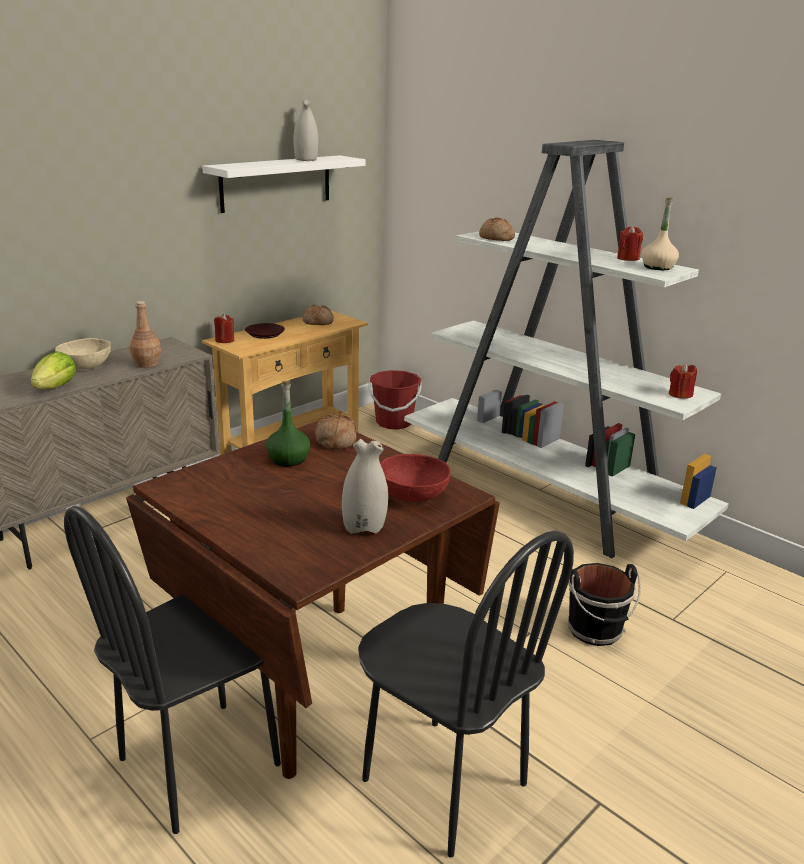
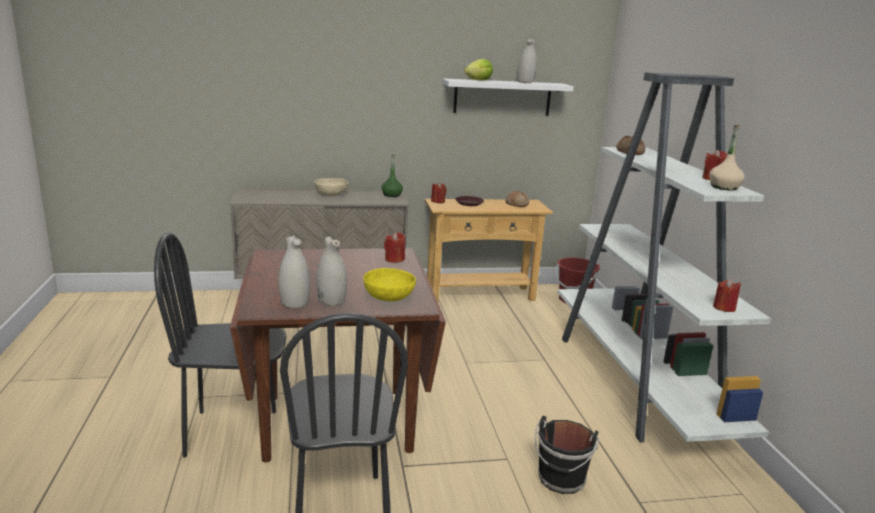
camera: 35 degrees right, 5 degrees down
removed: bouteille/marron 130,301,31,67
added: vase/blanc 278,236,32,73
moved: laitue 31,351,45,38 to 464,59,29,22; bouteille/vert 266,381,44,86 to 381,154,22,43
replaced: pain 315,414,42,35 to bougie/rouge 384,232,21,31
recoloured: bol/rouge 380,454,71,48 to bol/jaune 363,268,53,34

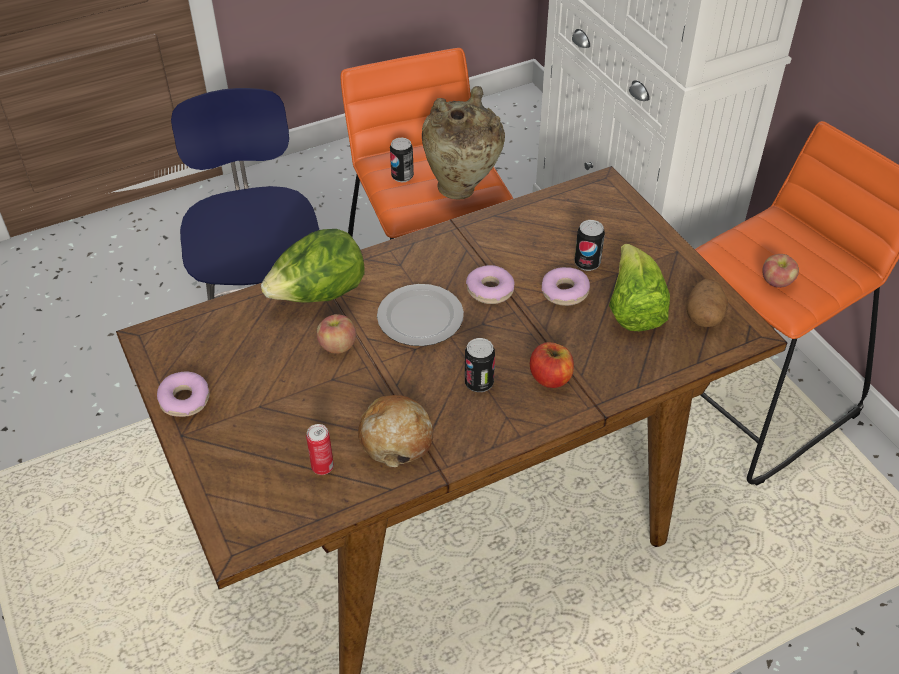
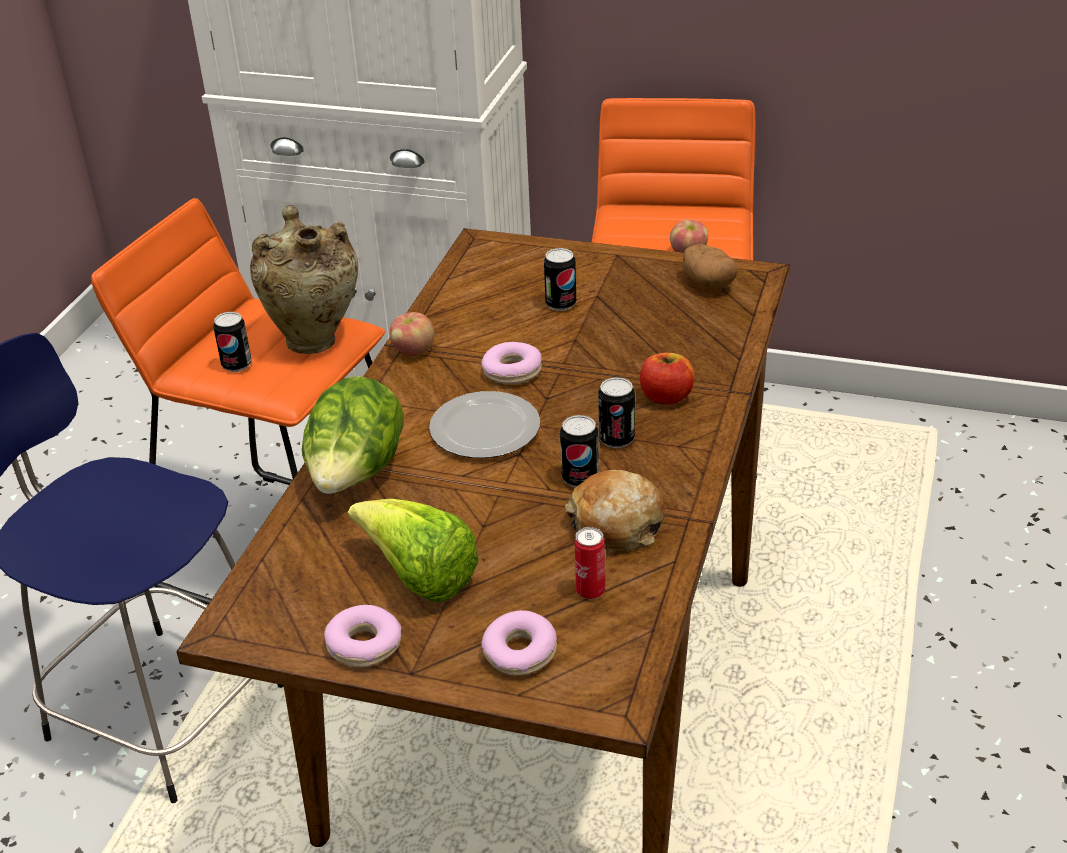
camera: 45 degrees left, 10 degrees down
added: boîte métallique 560,415,39,72
moved: pomme 317,314,39,40 to 389,312,46,45; beignet 541,267,49,39 to 481,610,76,66; laitue 609,244,61,87 to 348,499,131,104

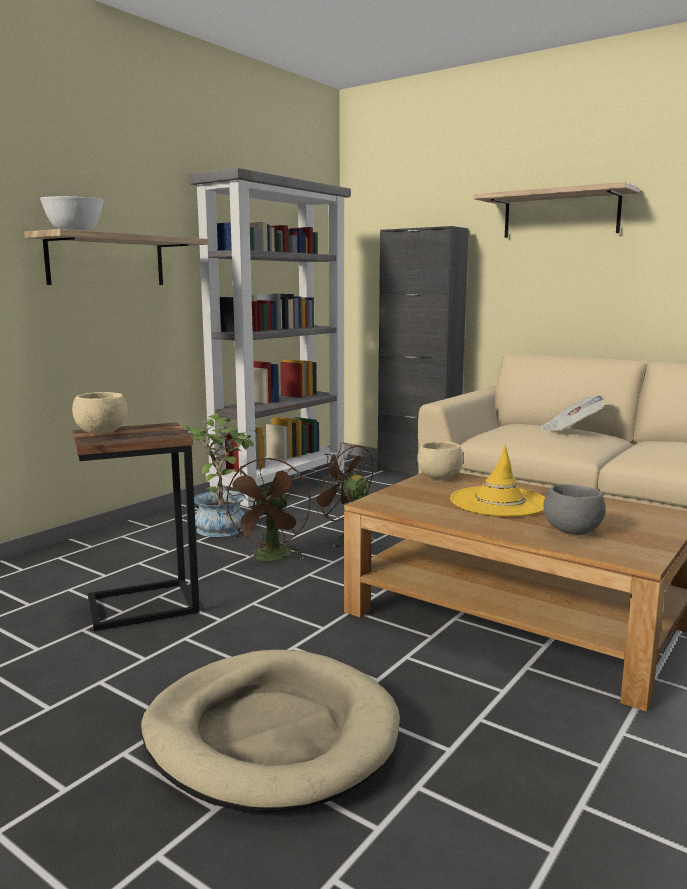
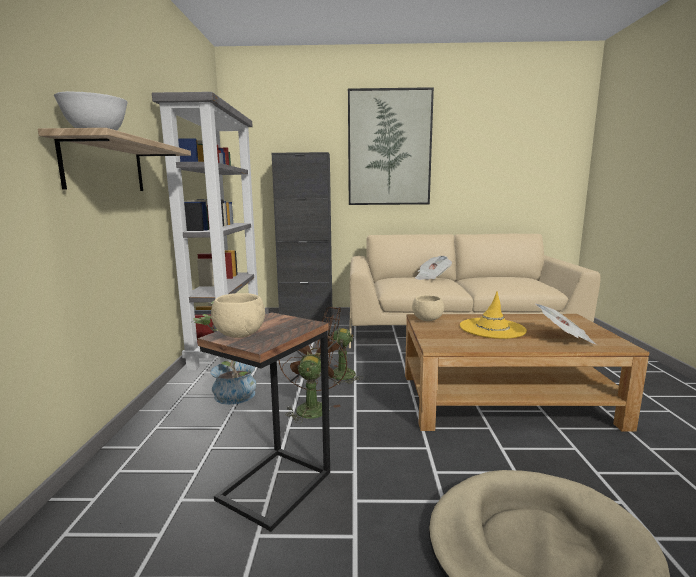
camera: 35 degrees left, 0 degrees up
replaced: étagère 473,182,167,56 to tableau 348,87,86,118; bol/gris 543,484,63,51 to journal 535,303,62,42
turned: ventilateur/marron 223,458,88,103 = 279,332,68,92 150 degrees counterclockwise

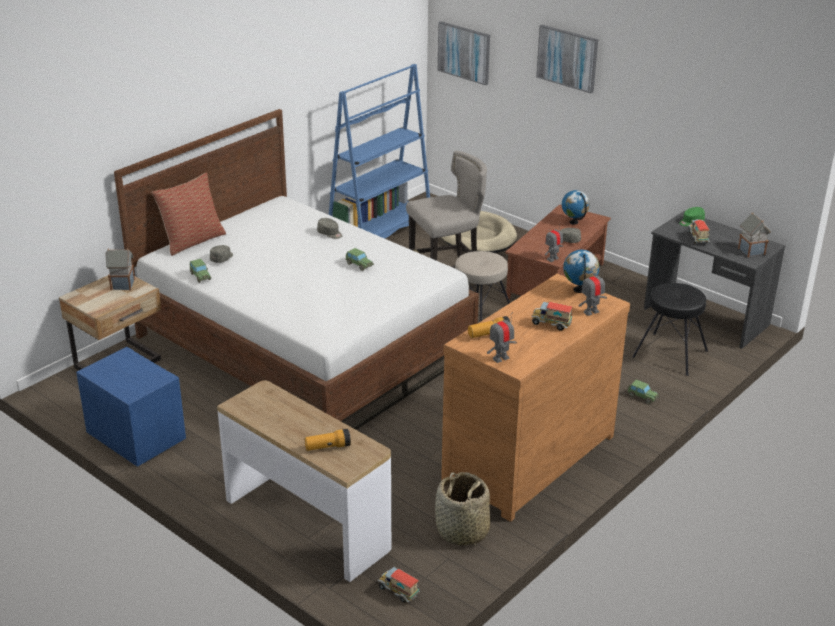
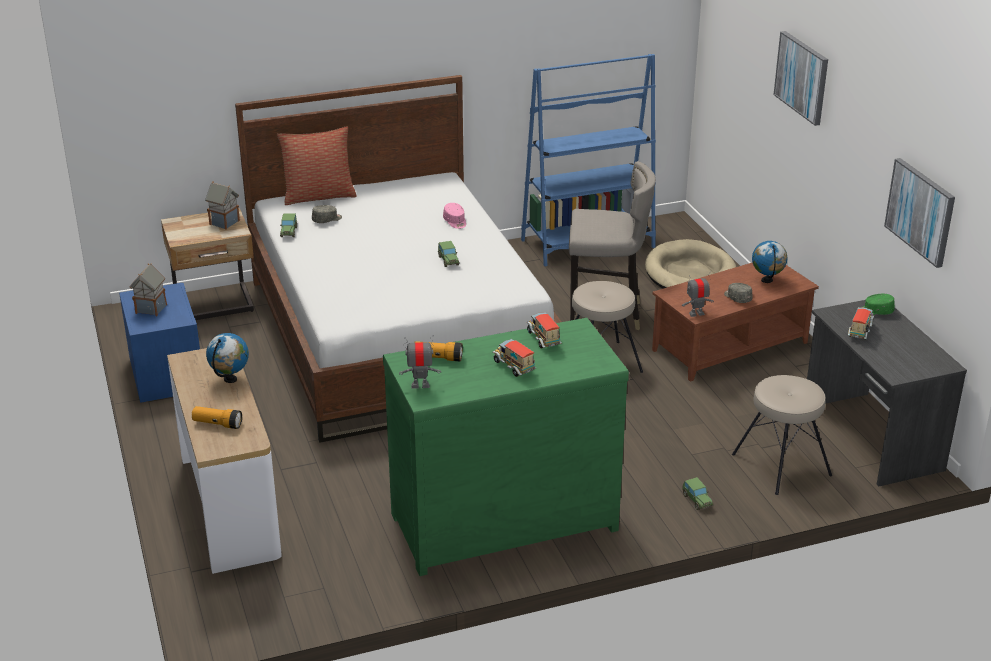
camera: 30 degrees right, 0 degrees up
removed: panier 435,472,55,74; robot jouet 578,268,29,48
moved: camion jouet 377,567,43,36 to 526,312,36,37; tableau 438,21,52,64 to 884,158,71,110; globe 563,250,36,43 to 206,333,43,50; maison miniature 738,212,33,46 to 129,264,38,52
recoloured: casquette/gris 317,218,25,21 to casquette/rose 443,203,23,26; commode/marron 441,274,189,248 to commode/vert 383,318,246,258; tabouret/noir 632,283,76,93 to tabouret/beige 732,375,100,120

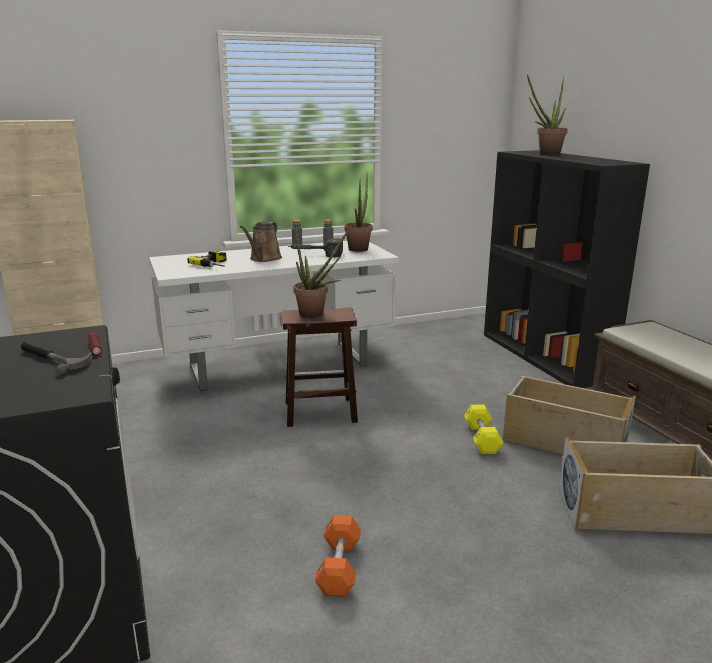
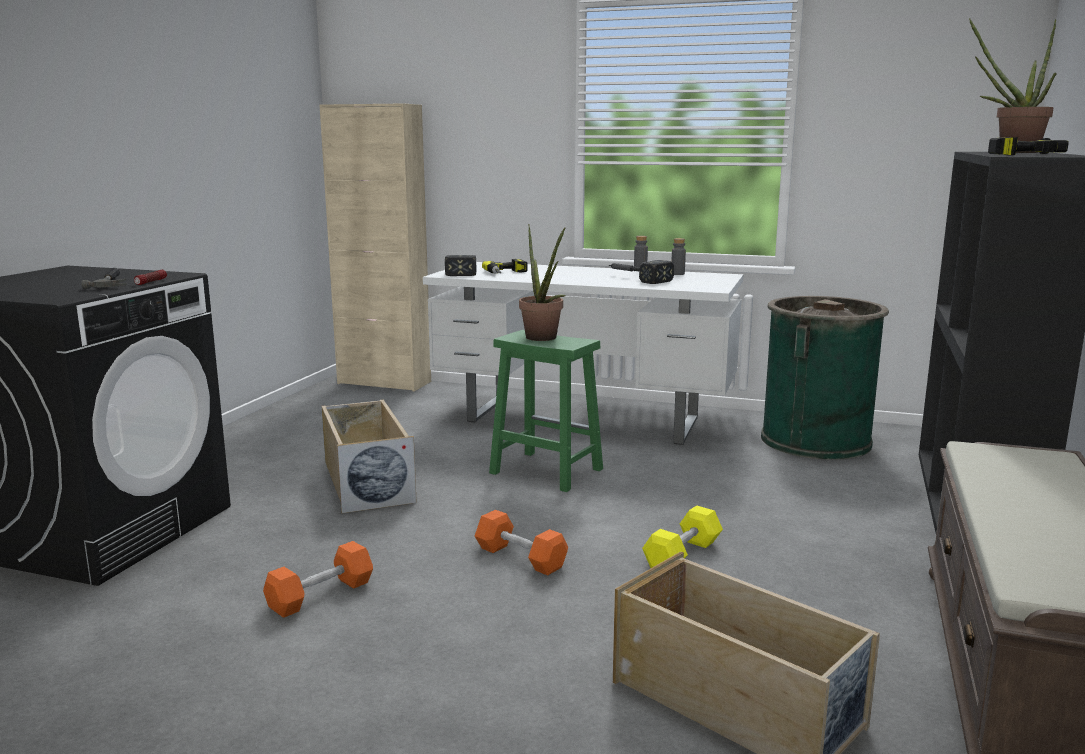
camera: 40 degrees right, 5 degrees down
removed: arrosoir/marron 240,221,42,41; plante en pot 344,171,29,81
added: marteau 445,255,31,21; haltère/orange 475,510,93,65; poubelle/vert 761,296,128,164; perceuse 988,137,81,18
moved: boîte de rangement/beige 503,376,133,79 to 321,400,96,113
recoloured: tabouret/marron 282,308,76,119 to tabouret/vert 489,330,114,162

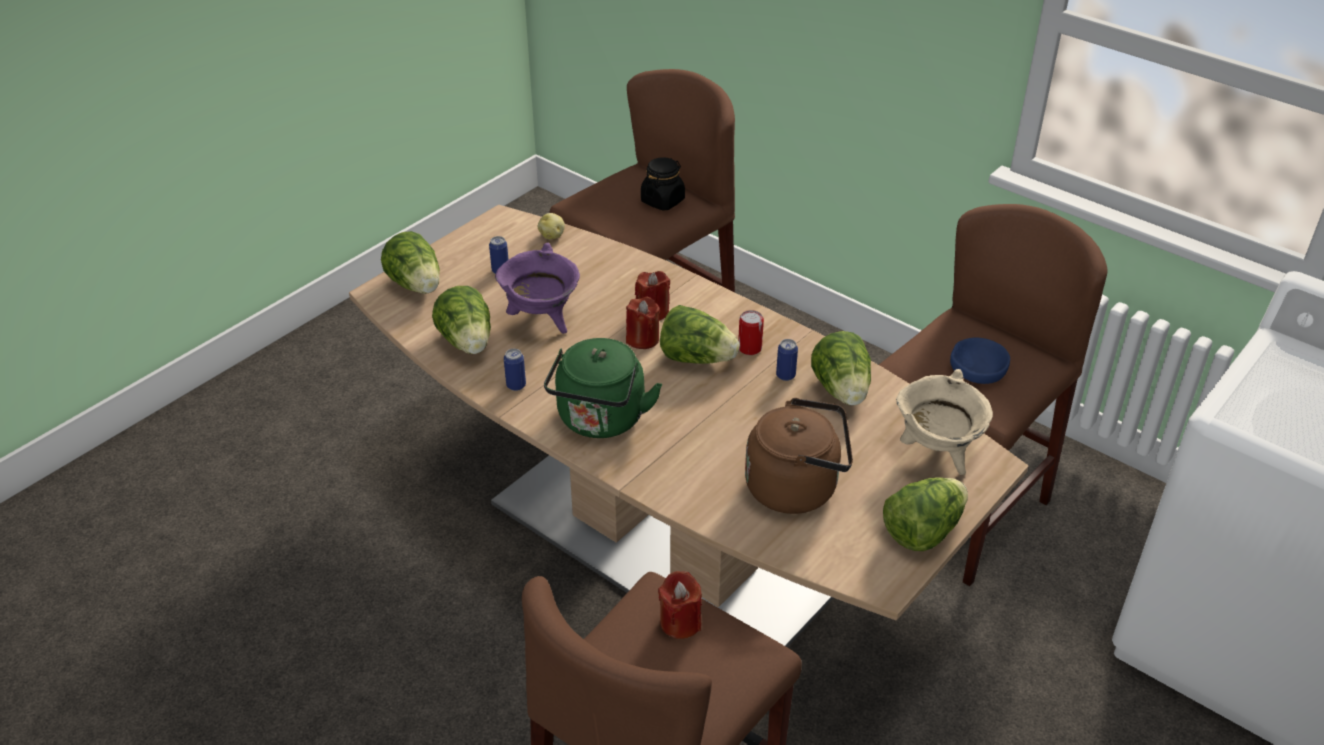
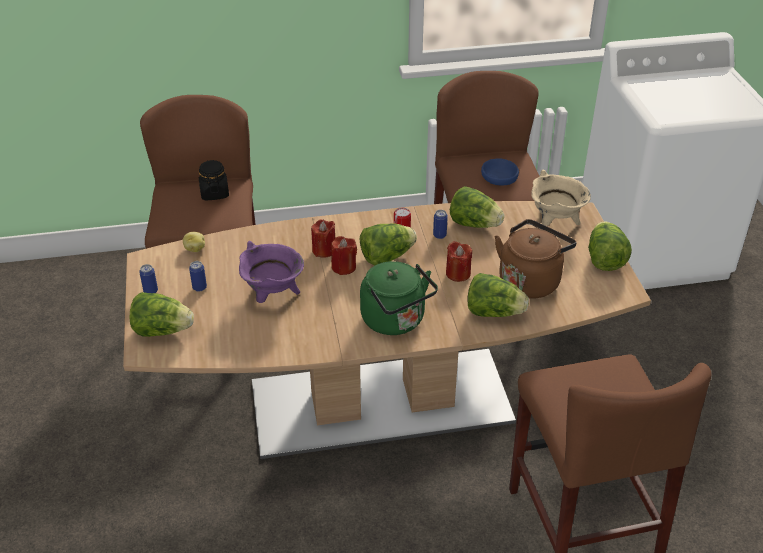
camera: 50 degrees left, 0 degrees up
moved: laitue 432,286,59,68 to 467,273,62,44; boîte métallique 504,349,22,42 to 139,264,19,29; bougie/rouge 658,571,44,68 to 446,241,26,41

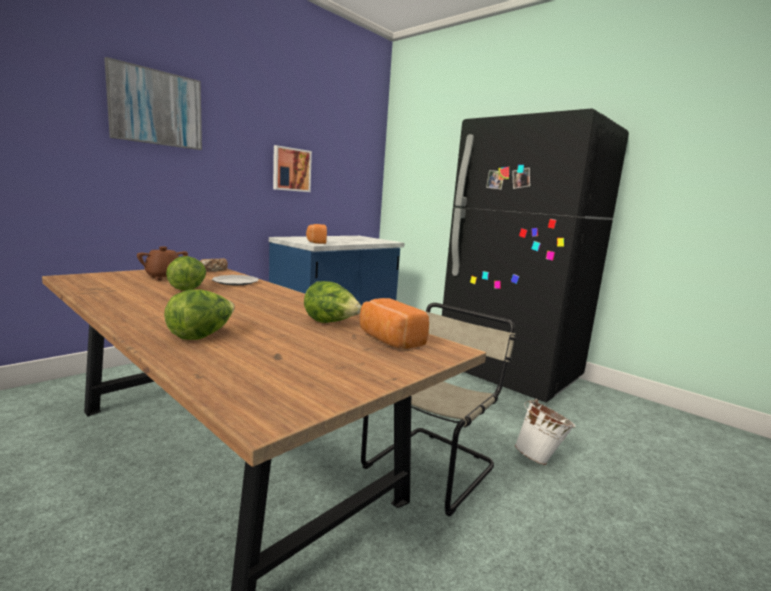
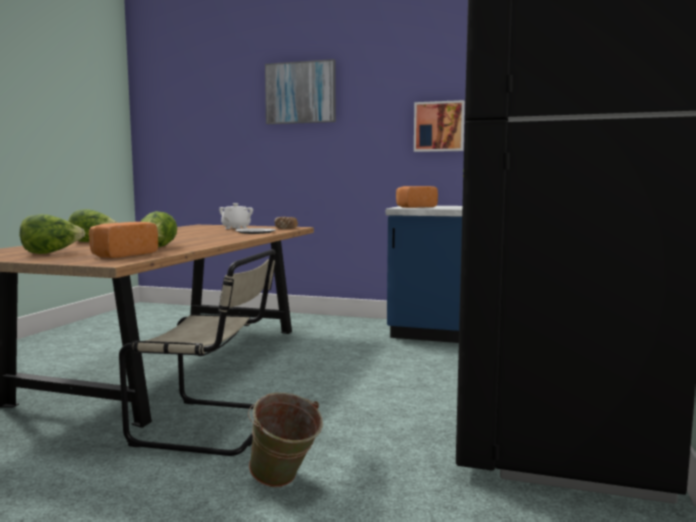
camera: 65 degrees right, 5 degrees down
moved: laitue 166,256,40,35 to 19,214,66,40
recoloured: théière/marron 137,246,51,34 to théière/blanc 219,203,34,26; seau/blanc 515,399,61,66 to seau/vert 248,392,75,96

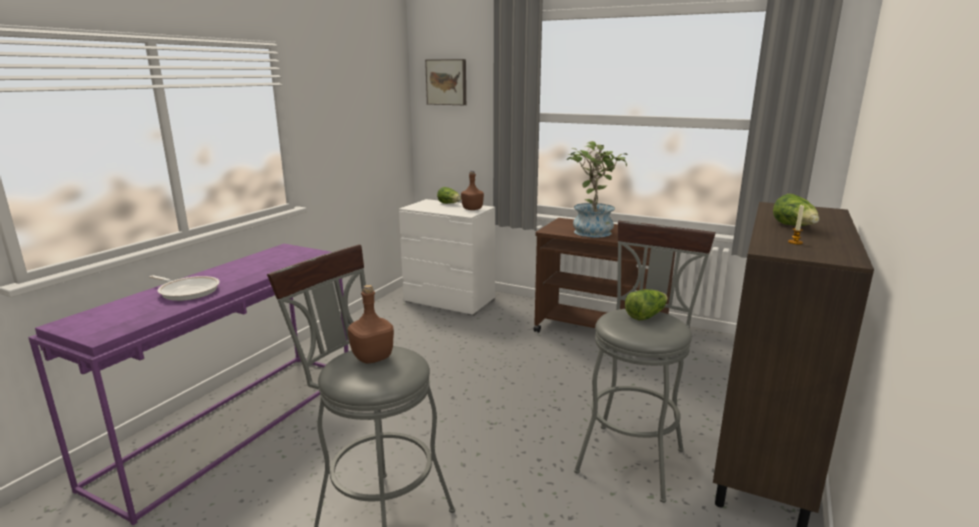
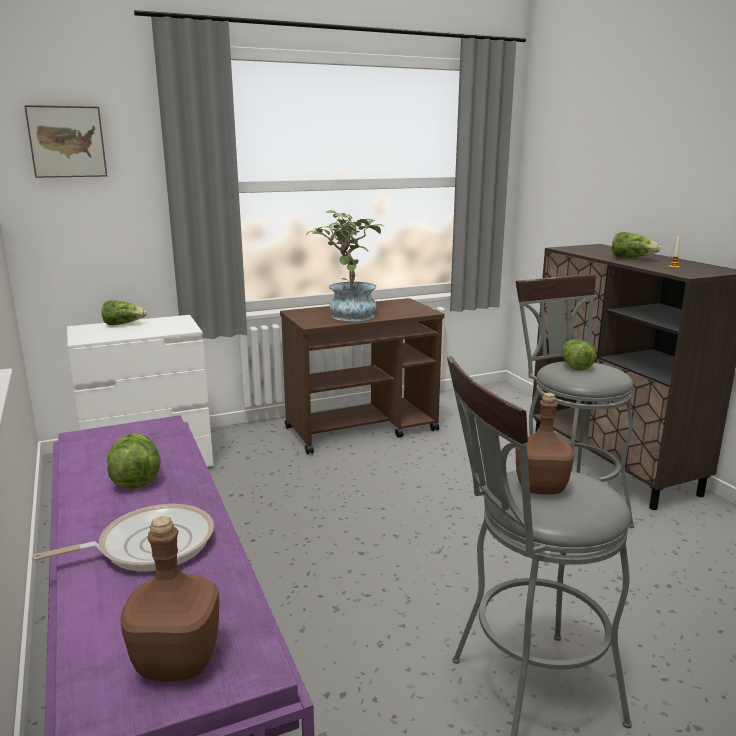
camera: 50 degrees left, 0 degrees up
added: laitue 107,434,54,55
moved: bouteille/marron 461,171,23,39 to 120,517,99,165

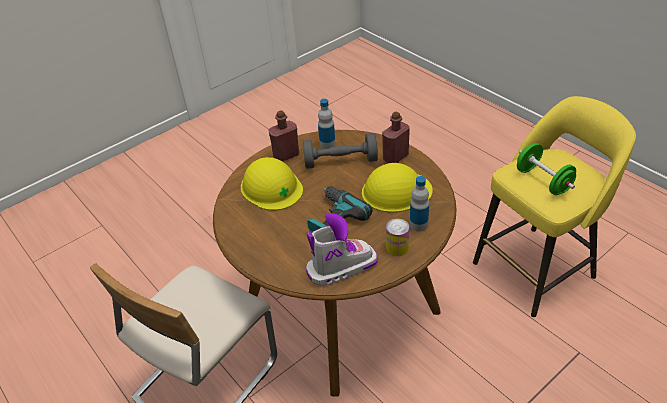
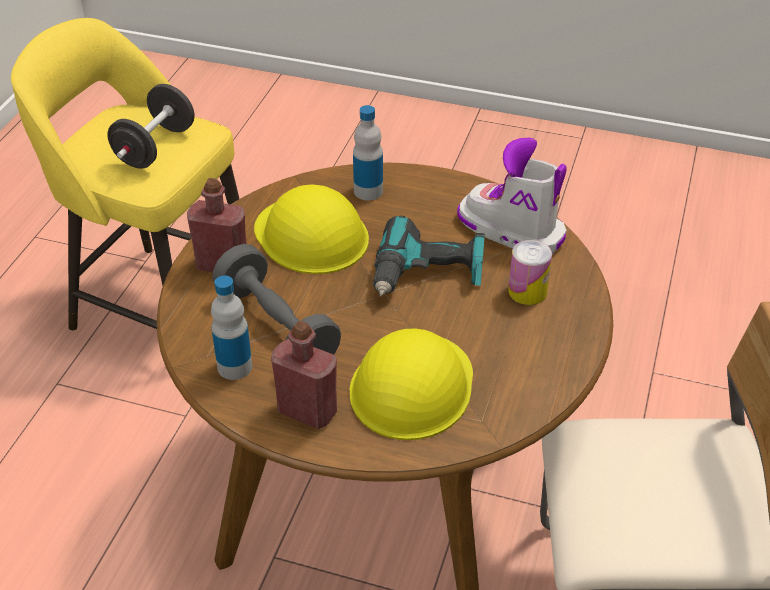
camera: 125 degrees left, 0 degrees up
moved: boîte métallique 386,219,23,37 to 508,240,44,65
recoloured: haltère/vert 517,143,59,52 to haltère/noir 107,84,88,84

